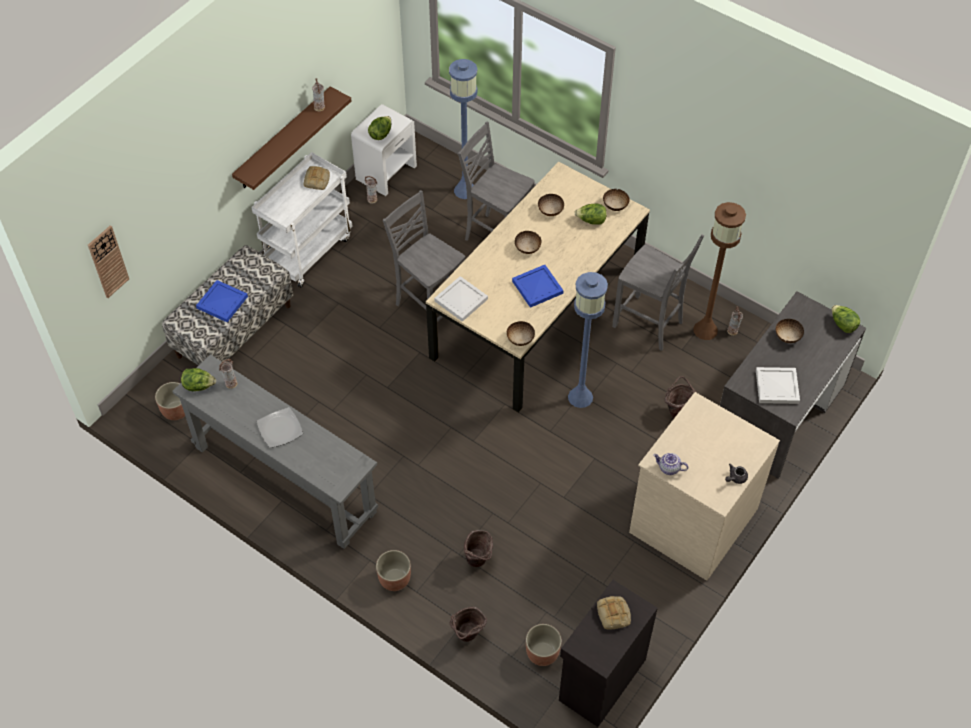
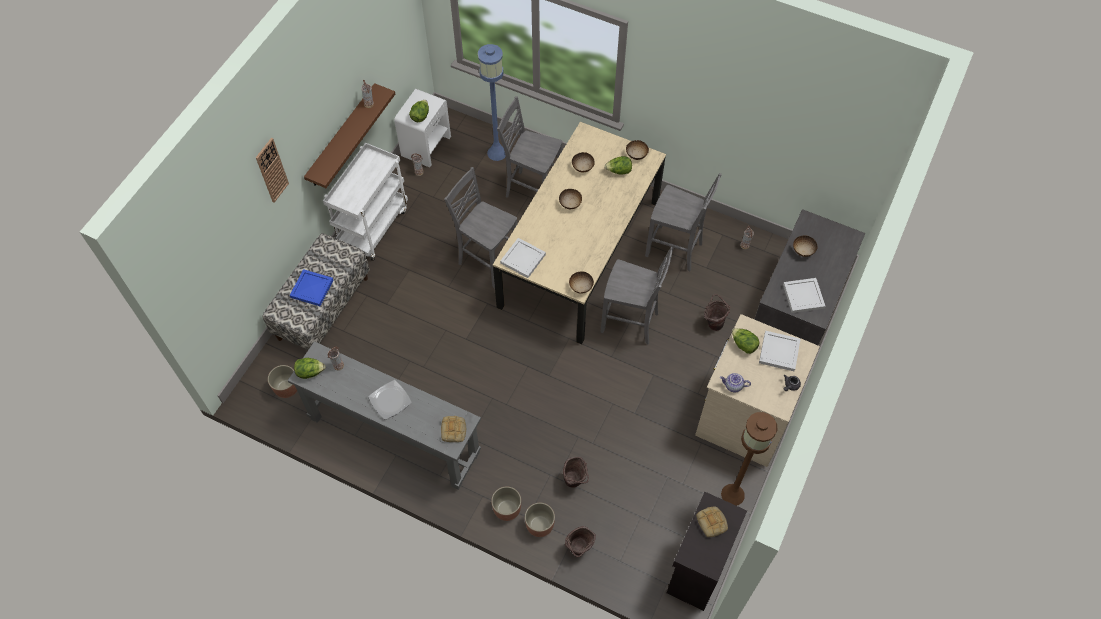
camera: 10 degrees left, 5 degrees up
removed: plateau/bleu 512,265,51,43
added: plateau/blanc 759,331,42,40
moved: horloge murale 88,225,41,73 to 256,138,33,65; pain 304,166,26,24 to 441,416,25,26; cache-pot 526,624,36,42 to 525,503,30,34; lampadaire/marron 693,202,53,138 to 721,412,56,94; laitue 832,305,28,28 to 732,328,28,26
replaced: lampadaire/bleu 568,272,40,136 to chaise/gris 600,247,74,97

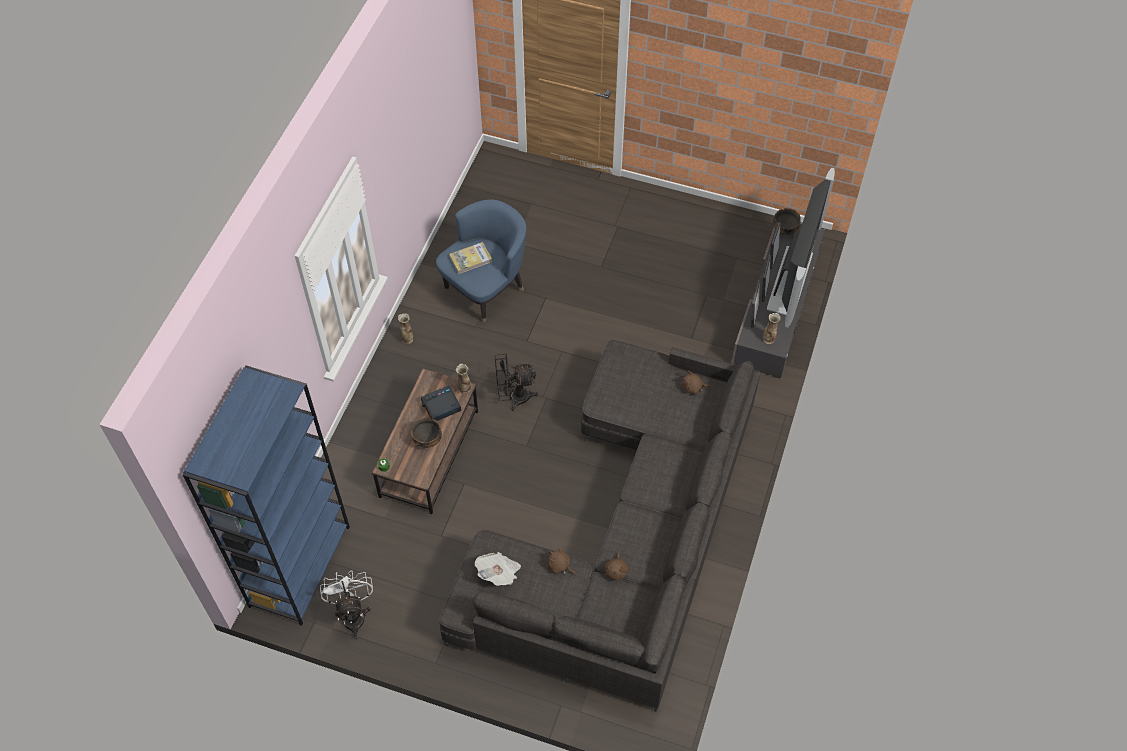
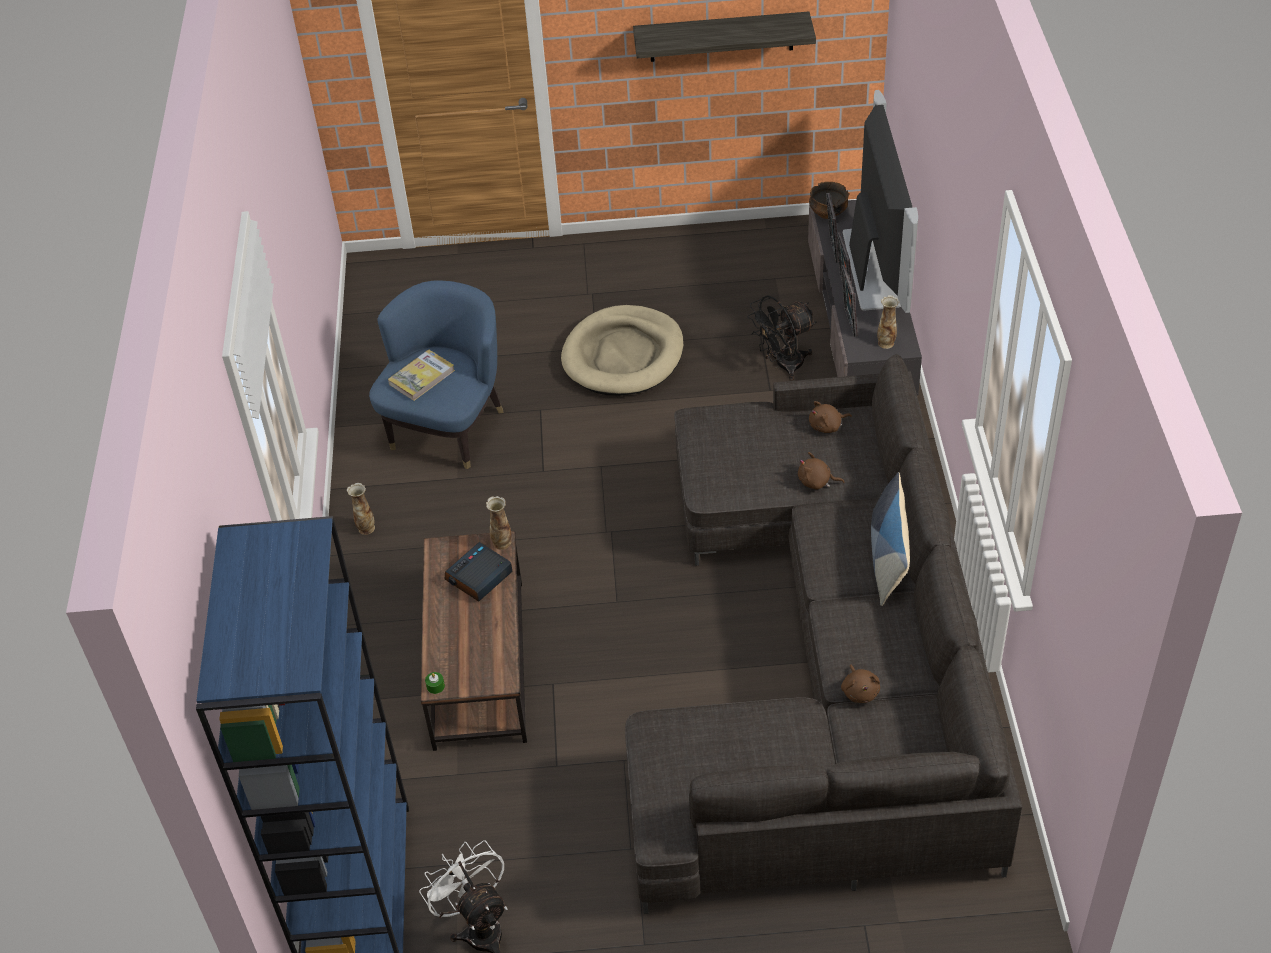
camera: 20 degrees left, 10 degrees down
removed: bol 411,418,31,30; journal 475,552,46,34
added: panier pour chien/beige 561,305,122,90; étagère 633,12,183,50; coussin 871,472,39,134
moved: ventilateur/noir 495,354,43,57 to 748,295,68,85; peluche/marron 547,547,29,28 to 798,452,47,37

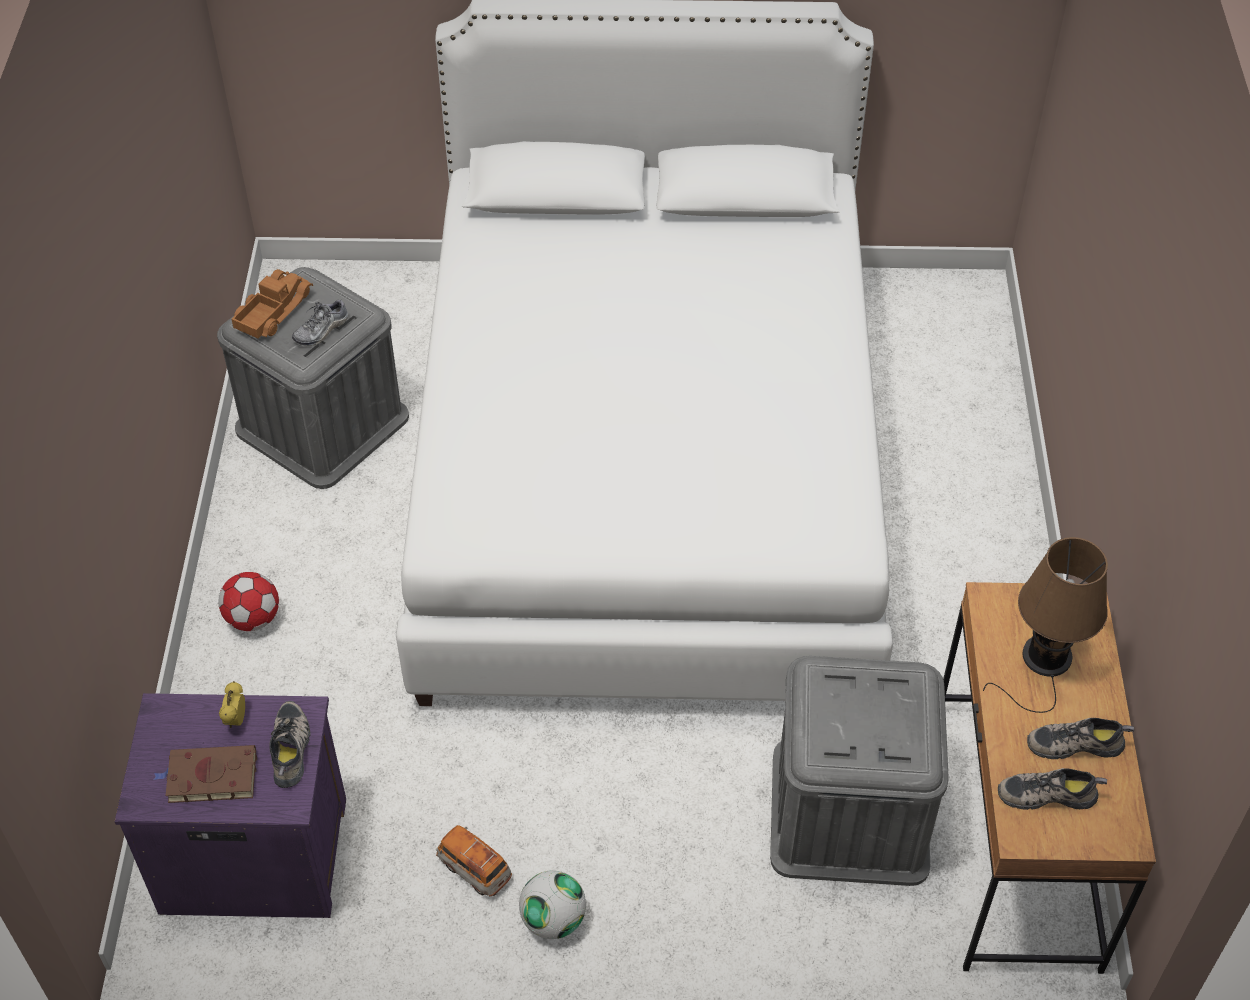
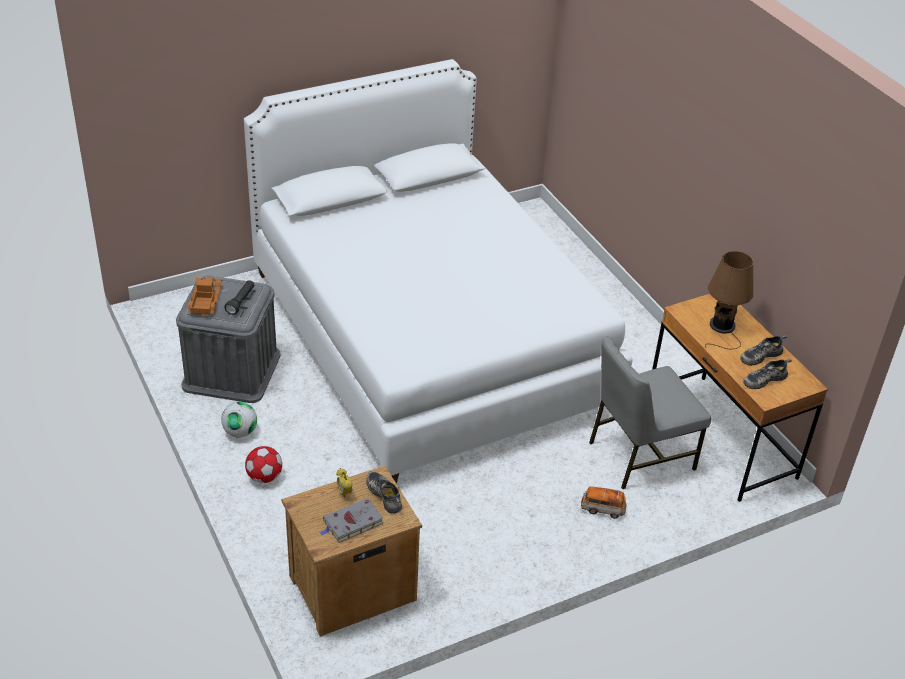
camera: 30 degrees left, 10 degrees down
moved: petite voiture 436,825,76,71 to 581,486,46,33; ballon de foot 519,870,67,69 to 221,402,36,35
replaced: chaussure 292,300,56,46 to lampe de poche/noir 225,280,29,35; boîte de rangement/gris 770,656,179,230 to chaise/gris 589,336,122,153
recoloured: table de chevet/violet 114,693,232,225 to table de chevet/marron 282,466,140,170; livre/marron 154,745,103,58 to livre/gris 320,498,63,45

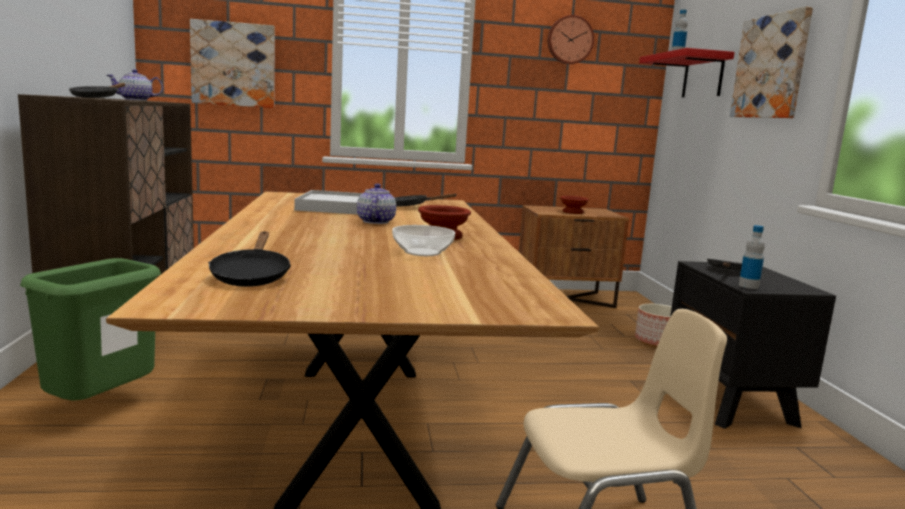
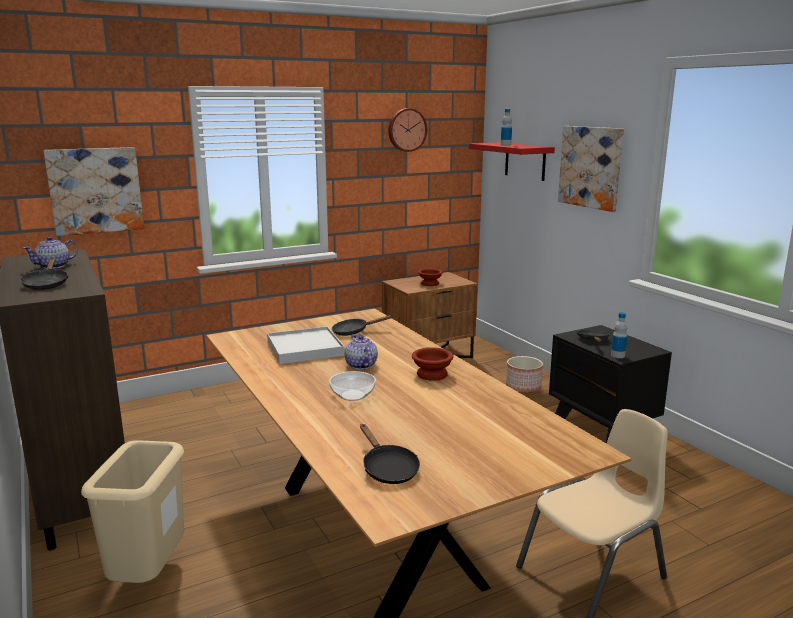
camera: 20 degrees left, 5 degrees up
moved: bol 392,225,63,31 to 329,371,47,30
recoloured: poubelle/vert 20,258,141,142 to poubelle/beige 81,440,103,143

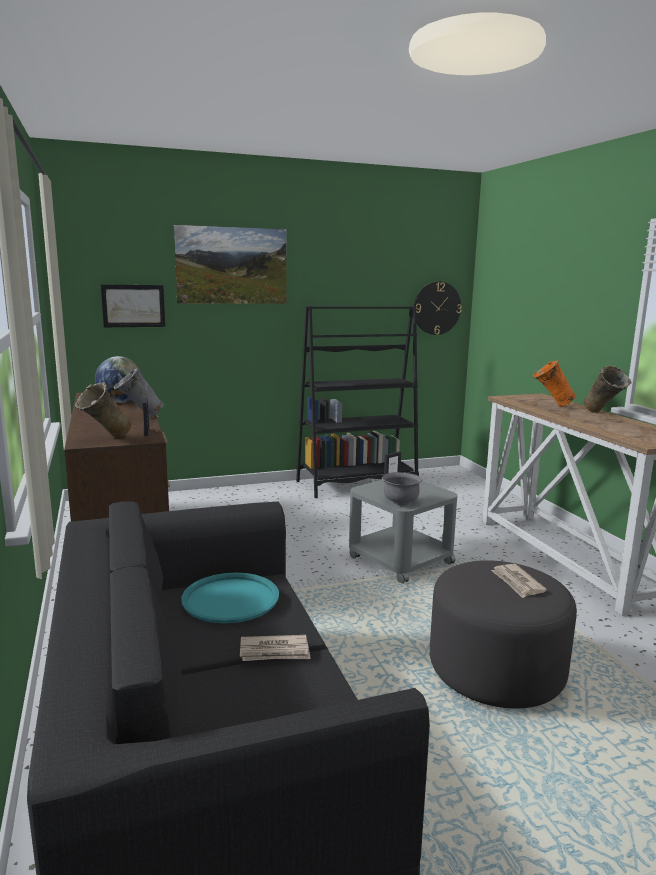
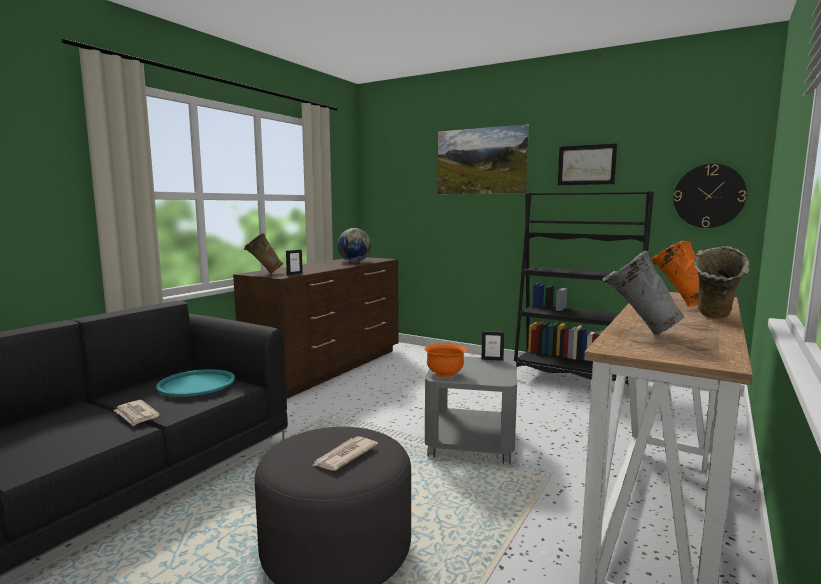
camera: 50 degrees right, 5 degrees down
moved: tableau 101,284,64,43 to 558,143,59,42; vase/gris 114,368,50,50 to 602,251,82,84
recoloured: bol/gris 382,472,40,34 to bol/orange 424,343,43,34

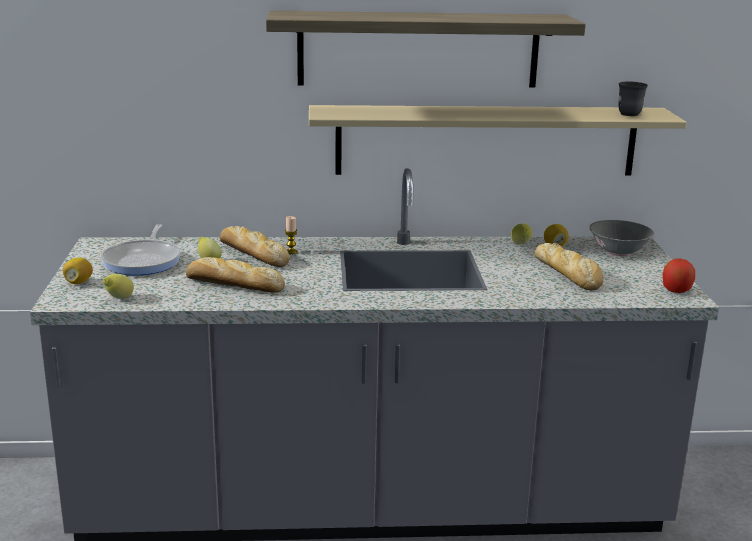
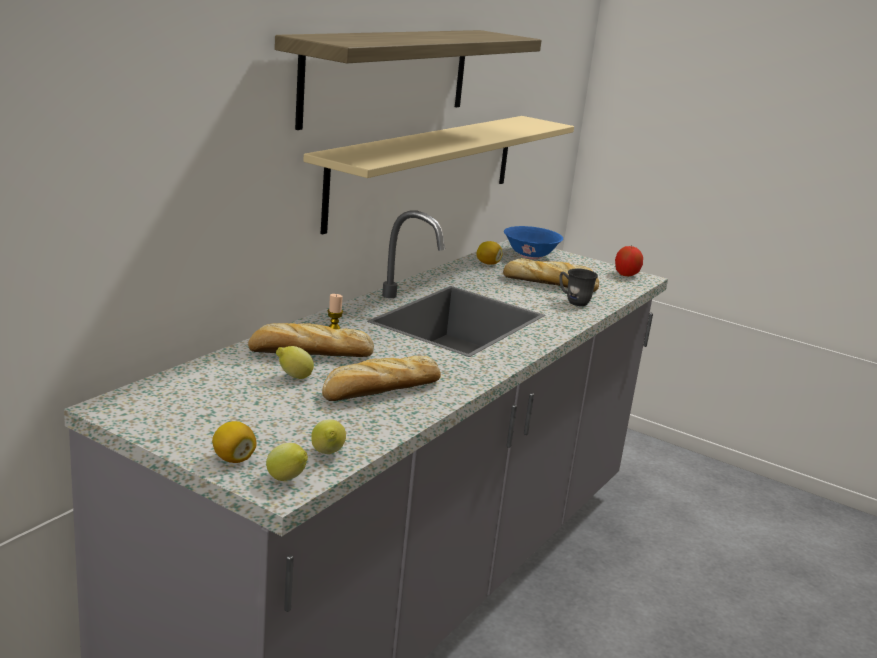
camera: 55 degrees left, 0 degrees up
removed: poêle 101,224,80,51
moved: citron 511,223,21,22 to 266,443,42,38; mug/gris 618,82,30,34 to 559,269,39,37
recoloured: bol/gris 589,220,65,36 to bol/bleu 504,226,59,33

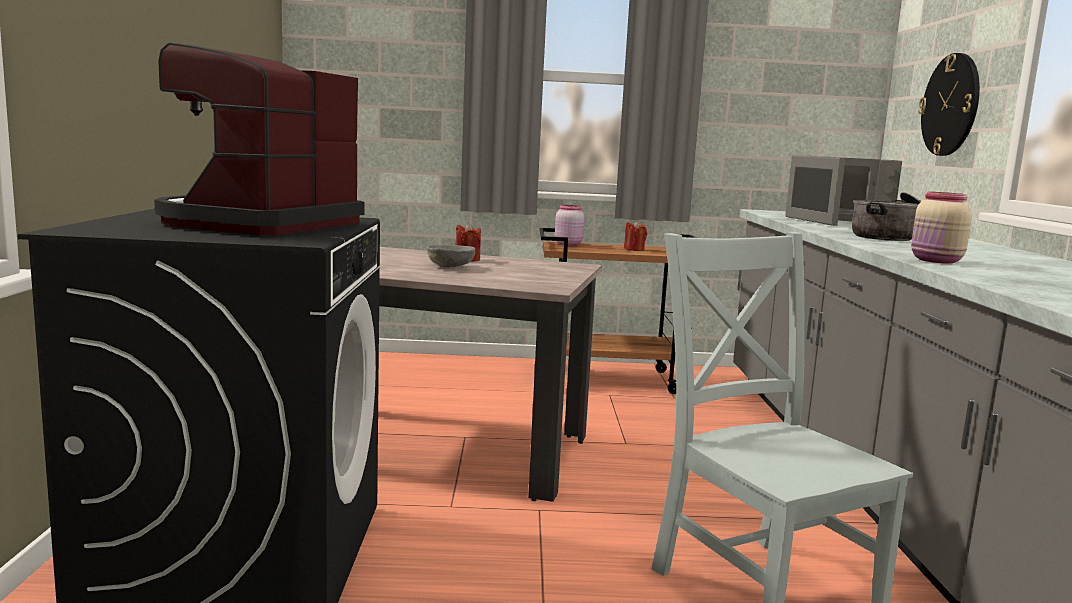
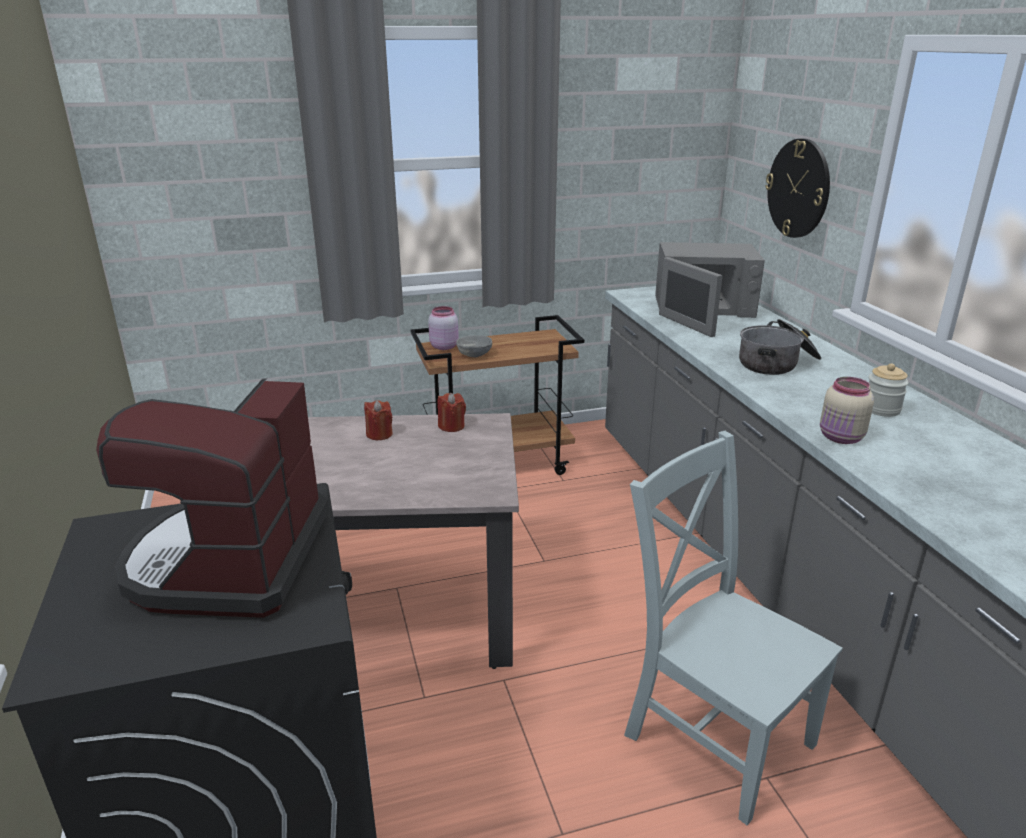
camera: 15 degrees left, 15 degrees up
added: bocal 868,364,41,53
moved: bol/gris 427,245,49,23 to 456,335,36,22; bougie/rouge 624,220,23,31 to 437,393,29,39

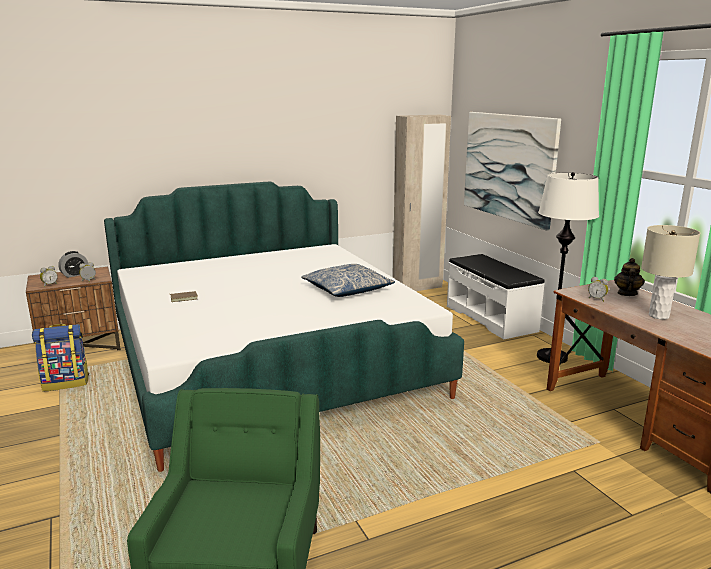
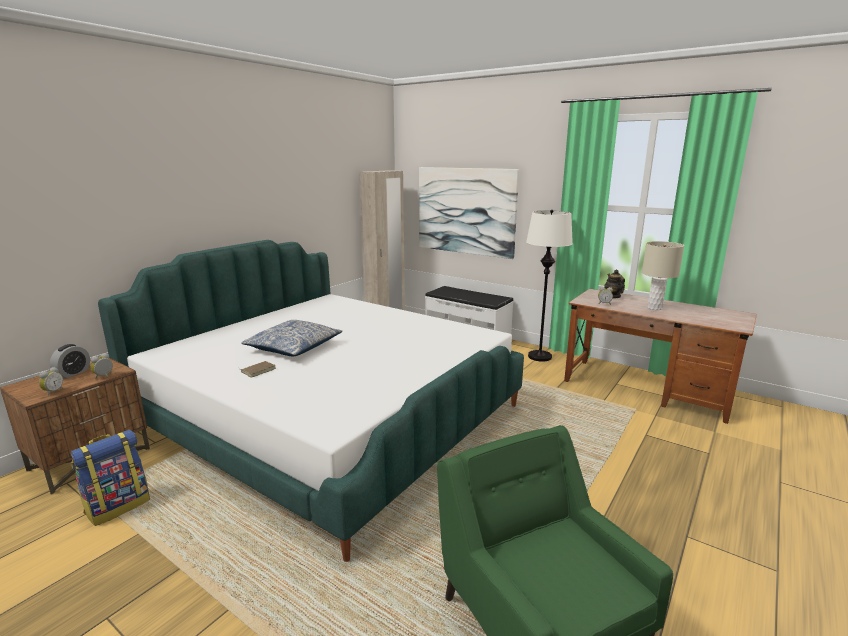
camera: 30 degrees left, 0 degrees up
moved: coussin 301,264,94,33 to 241,320,101,36

